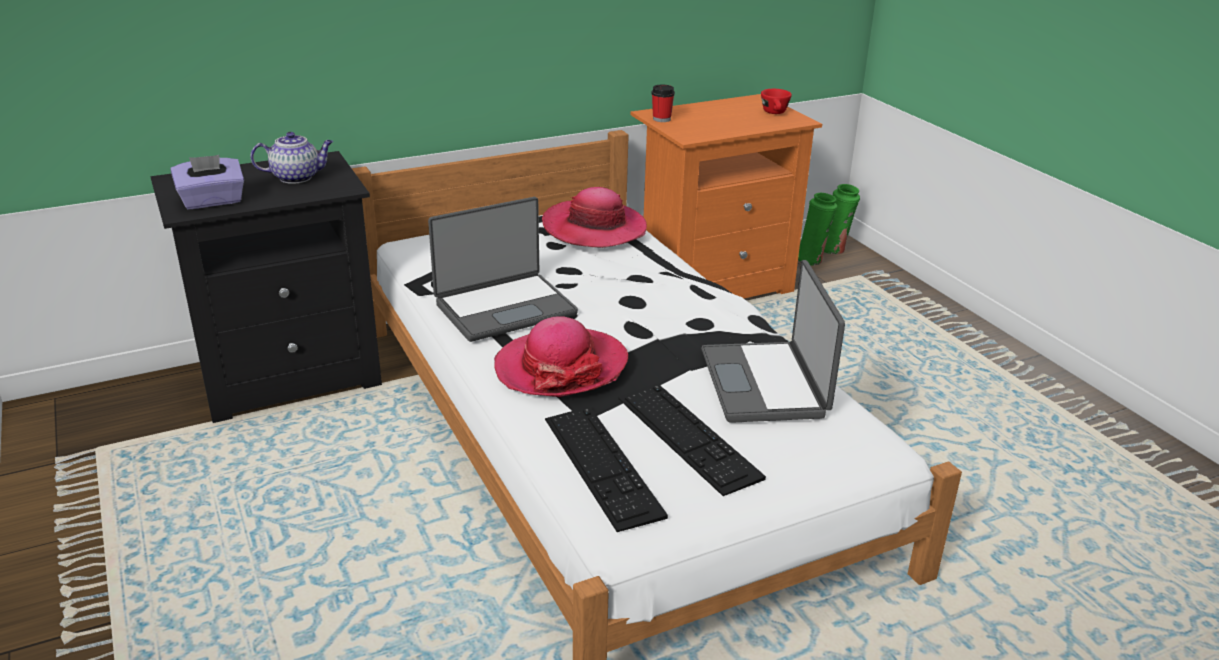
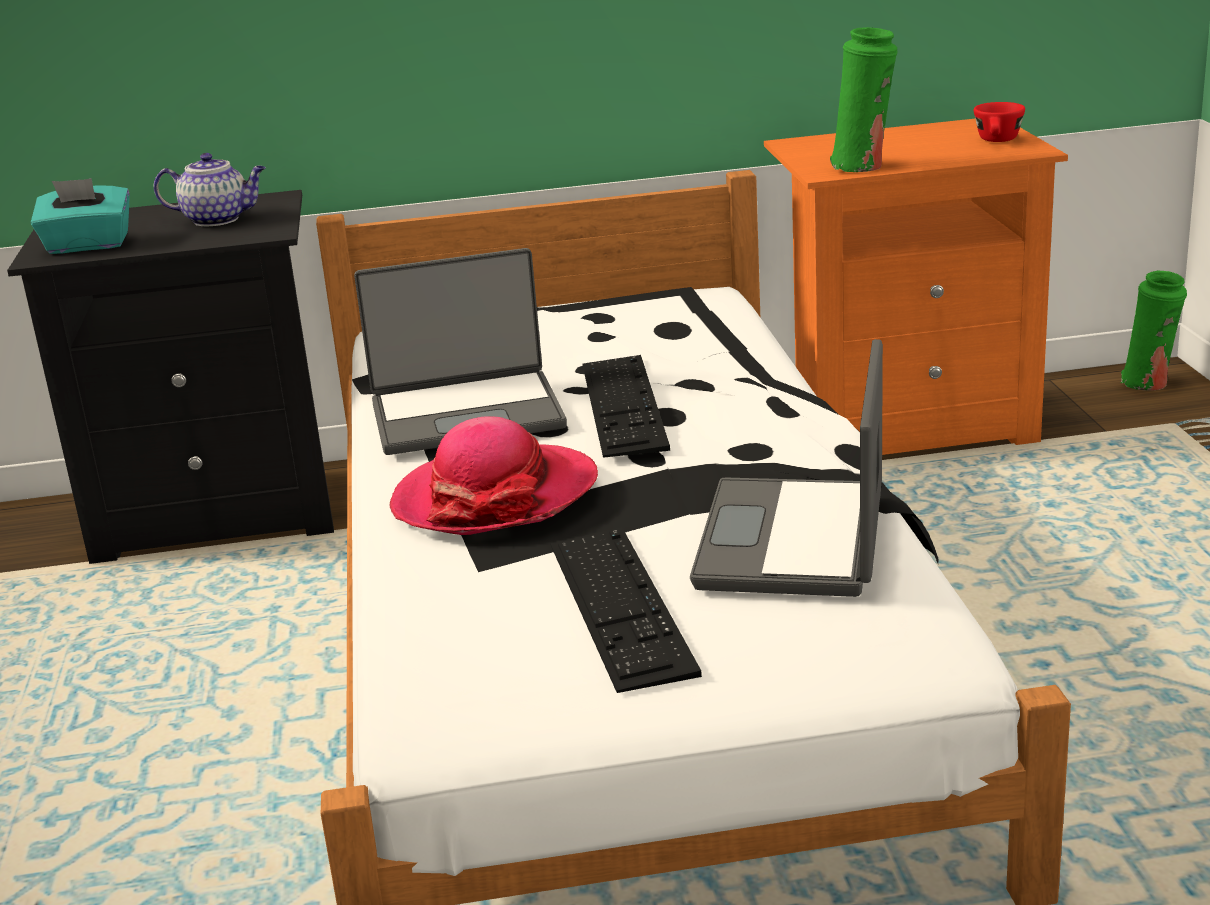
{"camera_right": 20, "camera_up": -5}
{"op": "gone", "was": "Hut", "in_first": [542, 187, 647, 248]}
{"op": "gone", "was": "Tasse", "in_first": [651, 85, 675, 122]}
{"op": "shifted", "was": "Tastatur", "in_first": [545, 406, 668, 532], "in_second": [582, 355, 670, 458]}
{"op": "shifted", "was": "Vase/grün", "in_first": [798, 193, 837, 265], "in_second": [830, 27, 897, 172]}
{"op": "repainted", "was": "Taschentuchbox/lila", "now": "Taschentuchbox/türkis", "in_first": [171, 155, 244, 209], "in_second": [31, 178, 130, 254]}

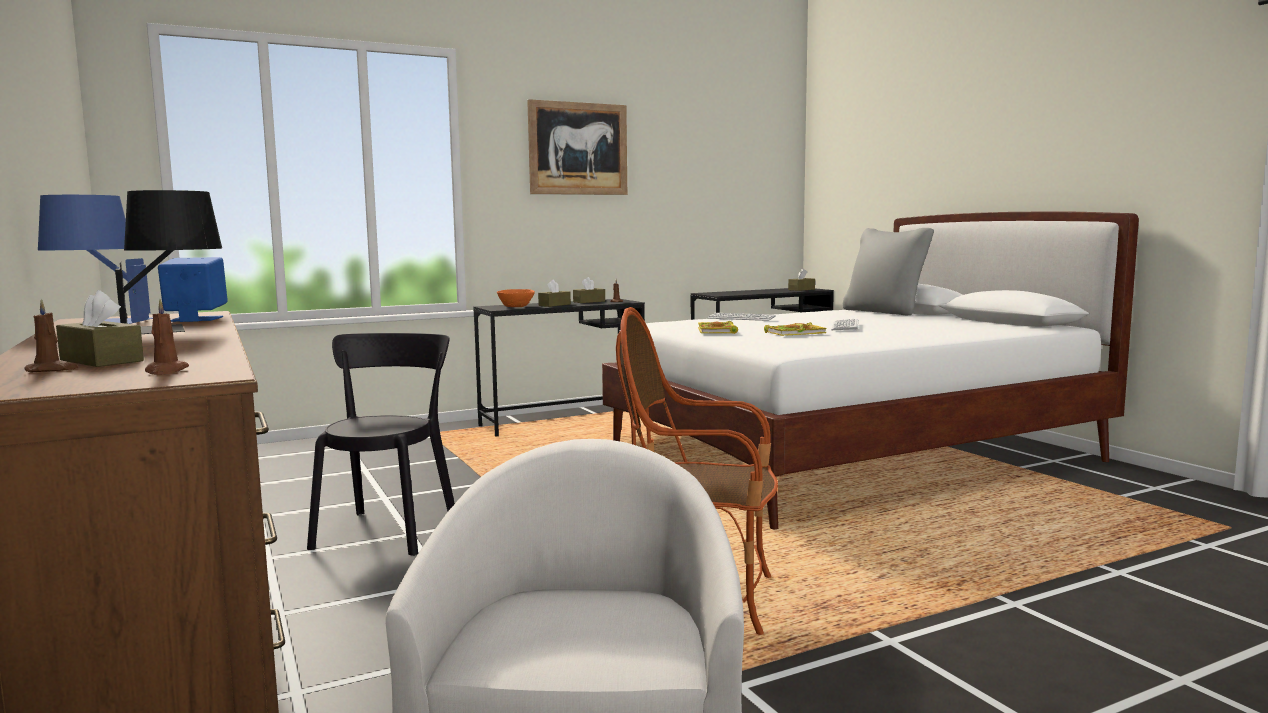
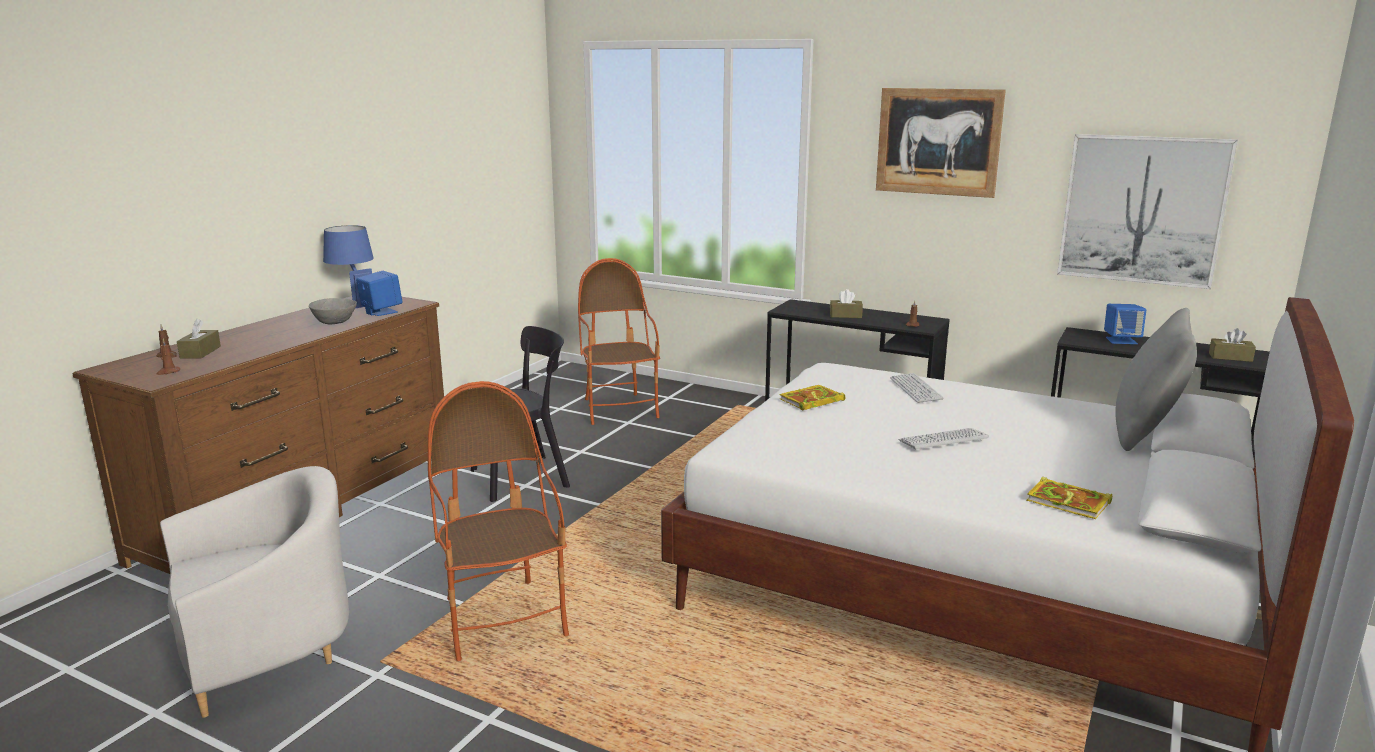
{"camera_right": 55, "camera_up": 10}
{"op": "gone", "was": "Schüssel/orange", "in_first": [497, 289, 535, 307]}
{"op": "gone", "was": "Taschentuchbox/braun", "in_first": [573, 277, 605, 303]}
{"op": "new", "now": "Sessel", "in_second": [578, 258, 660, 425]}
{"op": "new", "now": "Bild", "in_second": [1057, 134, 1238, 289]}
{"op": "new", "now": "Lautsprecher/blau", "in_second": [1104, 304, 1146, 344]}
{"op": "shifted", "was": "Buch", "in_first": [764, 322, 827, 336], "in_second": [1026, 477, 1112, 519]}
{"op": "swapped", "was": "Tischlampe/schwarz", "now": "Schüssel/grau", "in_first": [115, 190, 222, 334], "in_second": [309, 298, 357, 324]}

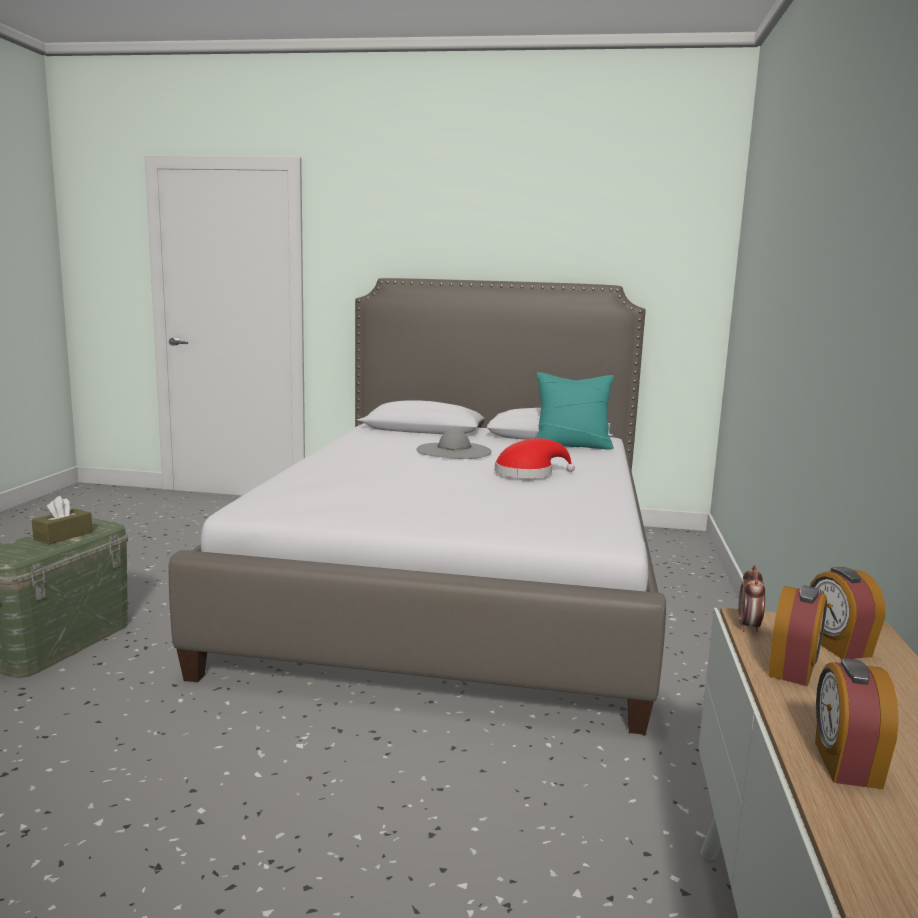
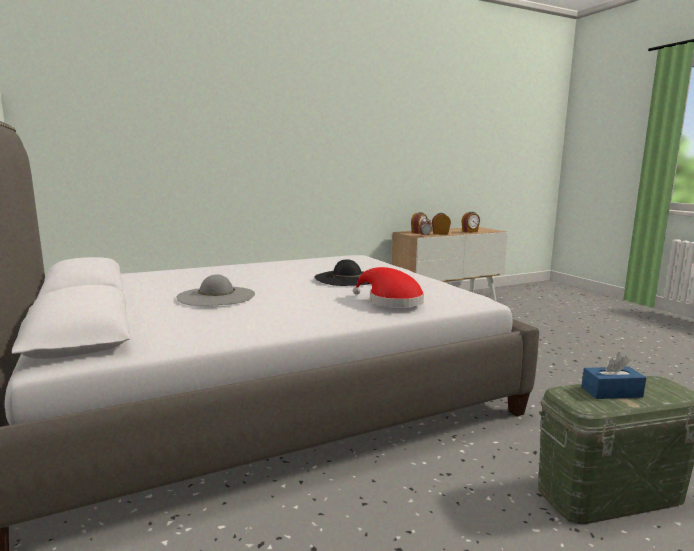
{"camera_right": -125, "camera_up": 0}
{"op": "gone", "was": "Kissen/türkis", "in_first": [535, 372, 614, 450]}
{"op": "new", "now": "Hut/schwarz", "in_second": [315, 259, 370, 286]}
{"op": "shifted", "was": "Hut/rot", "in_first": [495, 438, 575, 478], "in_second": [353, 267, 424, 308]}
{"op": "repainted", "was": "Taschentuchbox/braun", "now": "Taschentuchbox/blau", "in_first": [32, 496, 93, 544], "in_second": [581, 353, 646, 399]}

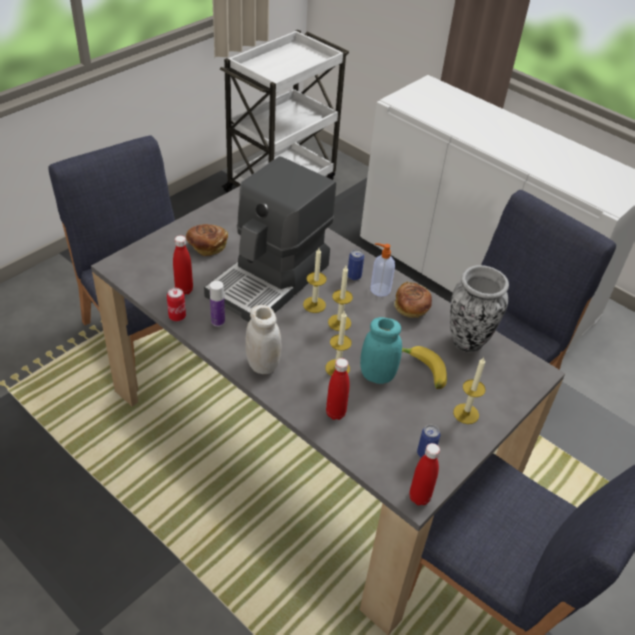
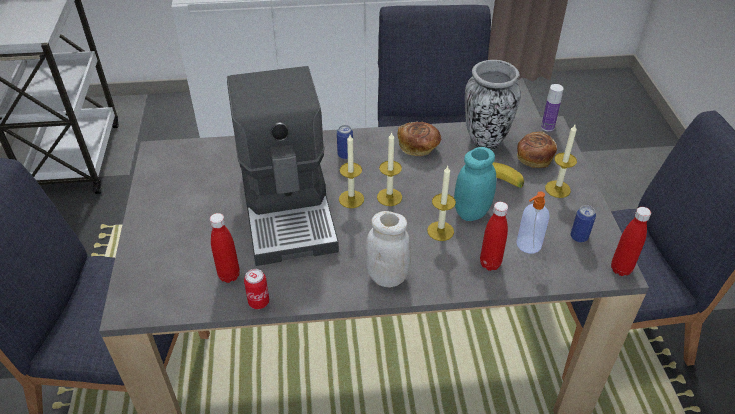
{"camera_right": -45, "camera_up": 0}
{"op": "shifted", "was": "Brot", "in_first": [186, 224, 228, 256], "in_second": [517, 131, 557, 168]}
{"op": "shifted", "was": "Flasche", "in_first": [210, 281, 225, 327], "in_second": [541, 84, 564, 131]}
{"op": "shifted", "was": "Seifenspender", "in_first": [371, 243, 395, 297], "in_second": [517, 191, 549, 253]}

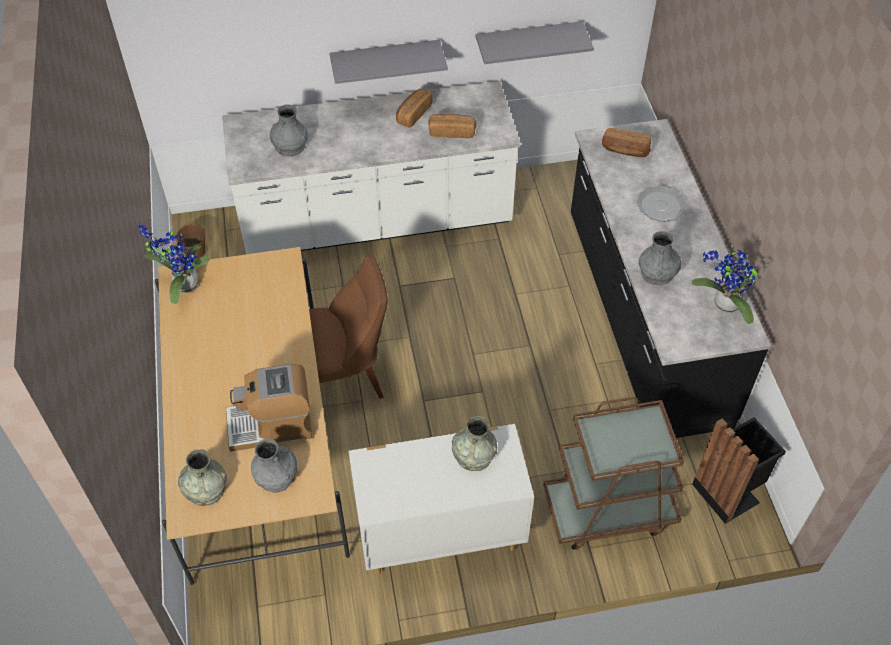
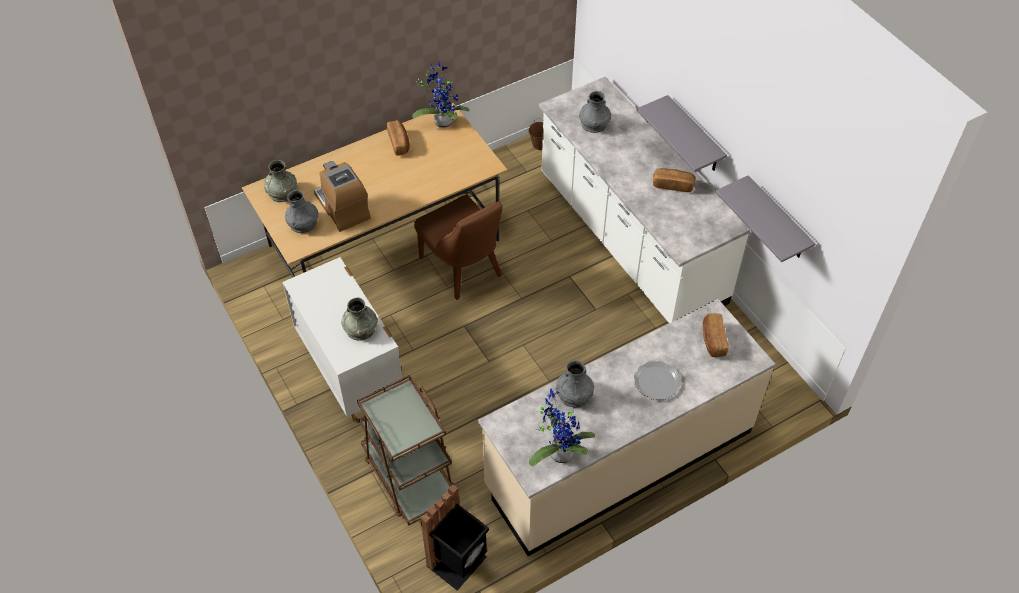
{"camera_right": 70, "camera_up": 0}
{"op": "shifted", "was": "Brot", "in_first": [428, 114, 476, 138], "in_second": [387, 120, 410, 156]}
{"op": "repainted", "was": "Küchenzeile/schwarz", "now": "Küchenzeile/beige", "in_first": [571, 119, 771, 438], "in_second": [478, 299, 776, 556]}

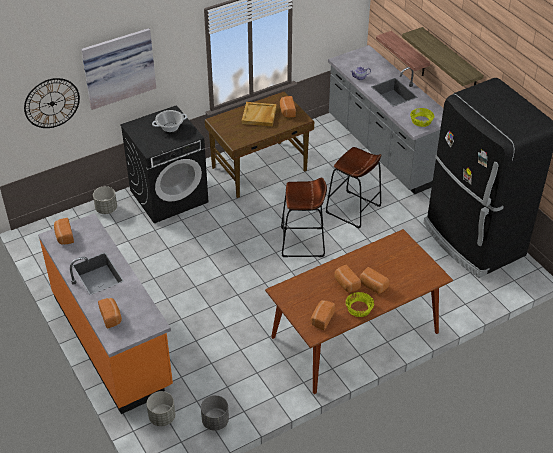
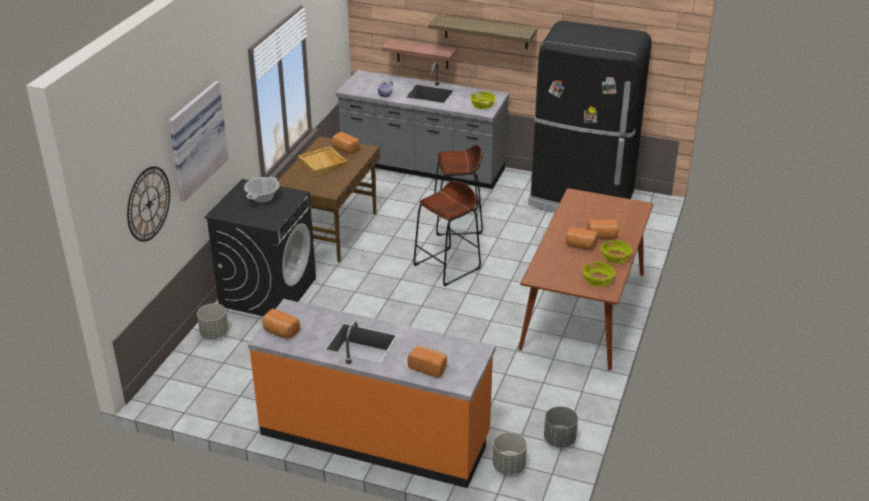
{"camera_right": -40, "camera_up": -10}
{"op": "swapped", "was": "Brot", "now": "Schüssel/gelb", "in_first": [311, 300, 335, 330], "in_second": [583, 262, 615, 287]}

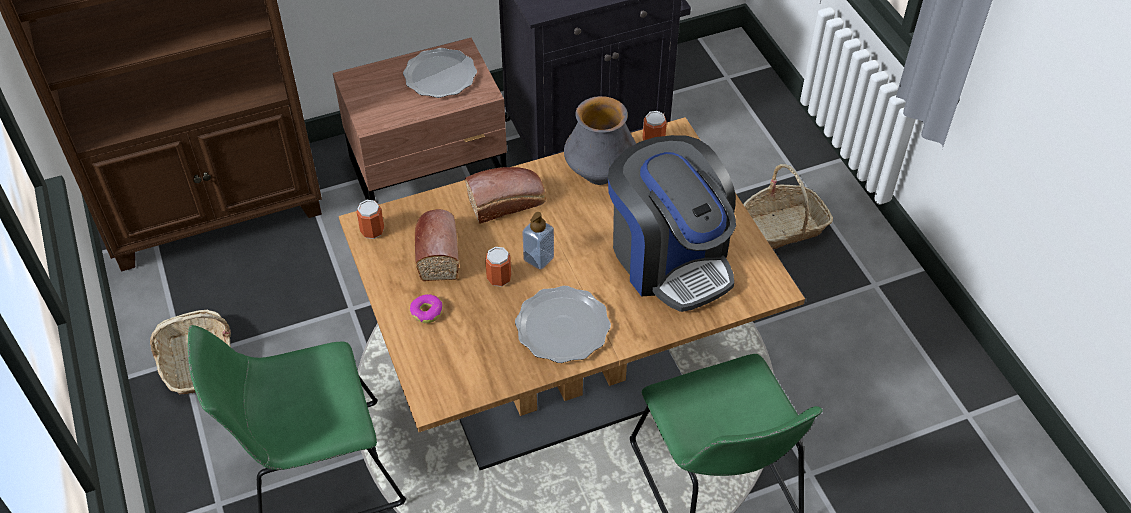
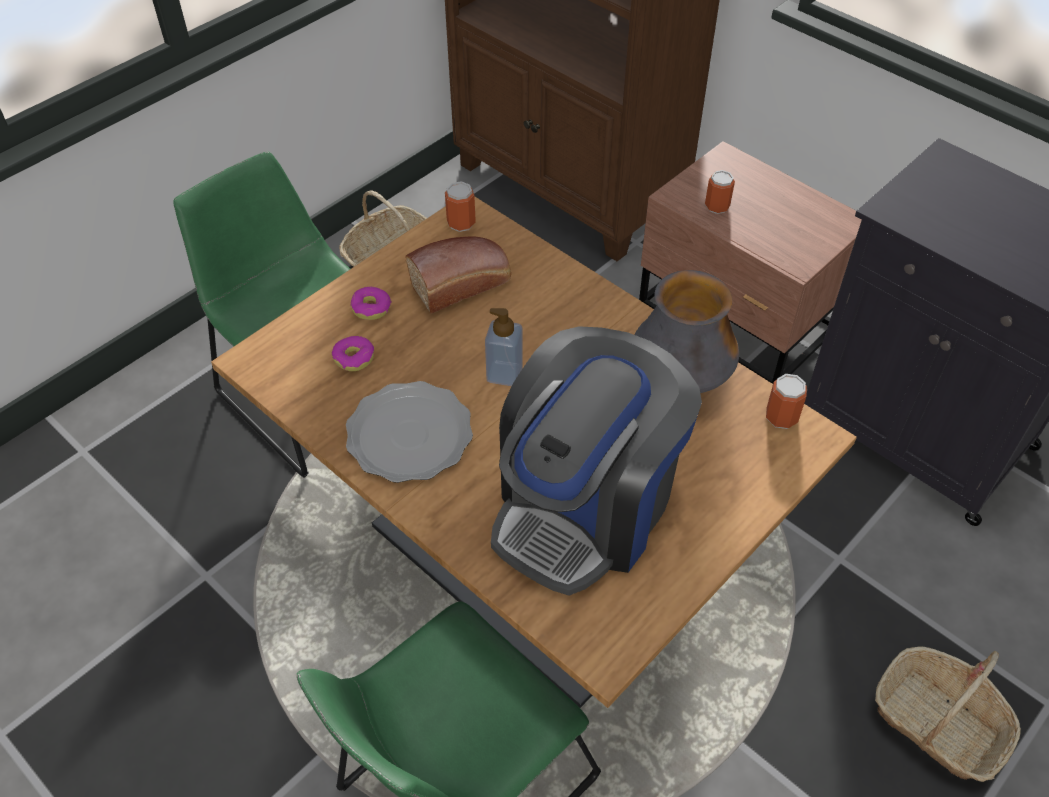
{"camera_right": 65, "camera_up": 0}
{"op": "gone", "was": "Teller", "in_first": [403, 48, 477, 98]}
{"op": "gone", "was": "Brot", "in_first": [465, 167, 546, 224]}
{"op": "new", "now": "Donut", "in_second": [332, 336, 374, 371]}
{"op": "shifted", "was": "Dose", "in_first": [485, 247, 511, 287], "in_second": [705, 170, 735, 214]}

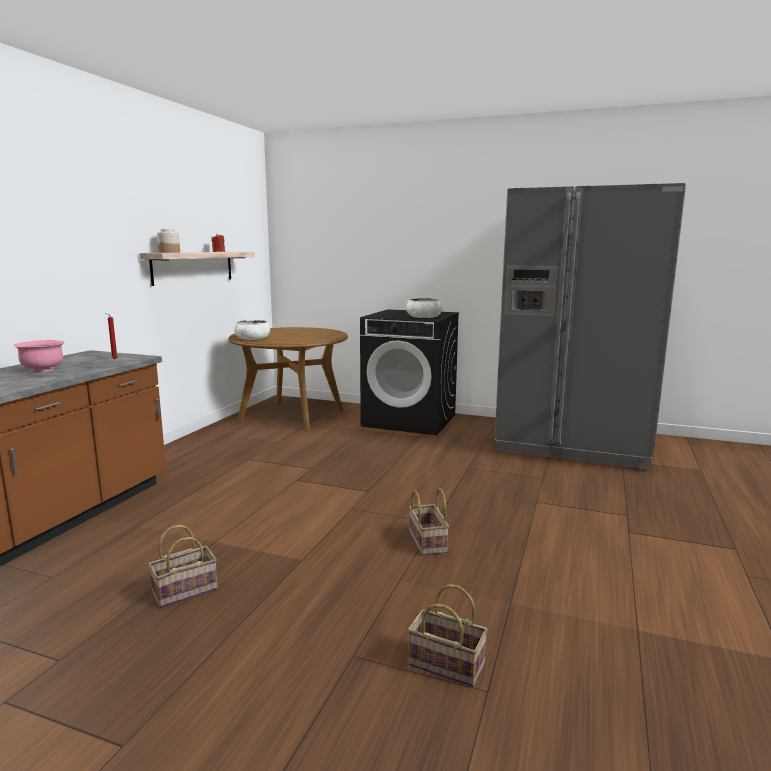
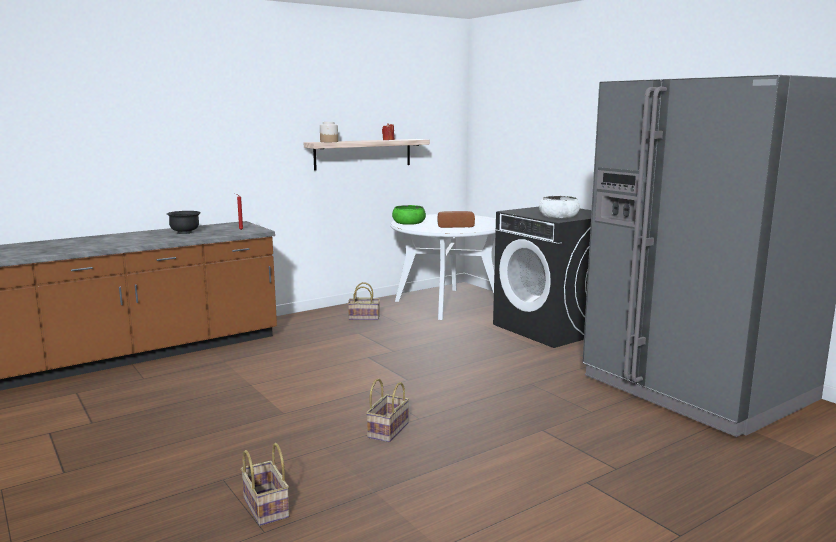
{"camera_right": 35, "camera_up": 0}
{"op": "new", "now": "Brot", "in_second": [437, 211, 475, 228]}
{"op": "shifted", "was": "Korb", "in_first": [148, 525, 218, 608], "in_second": [348, 282, 380, 320]}
{"op": "repainted", "was": "Schüssel/rosa", "now": "Schüssel/schwarz", "in_first": [14, 340, 65, 372], "in_second": [167, 211, 200, 234]}
{"op": "repainted", "was": "Esstisch/braun", "now": "Esstisch/weiß", "in_first": [228, 327, 348, 432], "in_second": [390, 214, 496, 320]}
{"op": "repainted", "was": "Schüssel/weiß", "now": "Schüssel/grün", "in_first": [234, 320, 270, 340], "in_second": [392, 205, 426, 225]}

